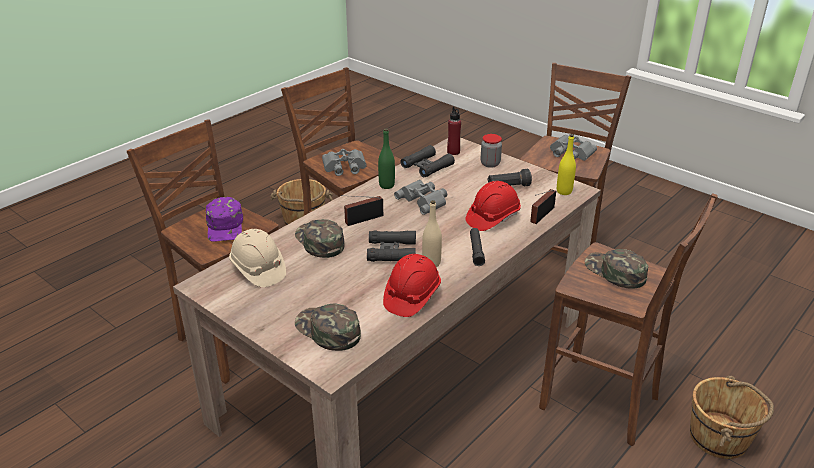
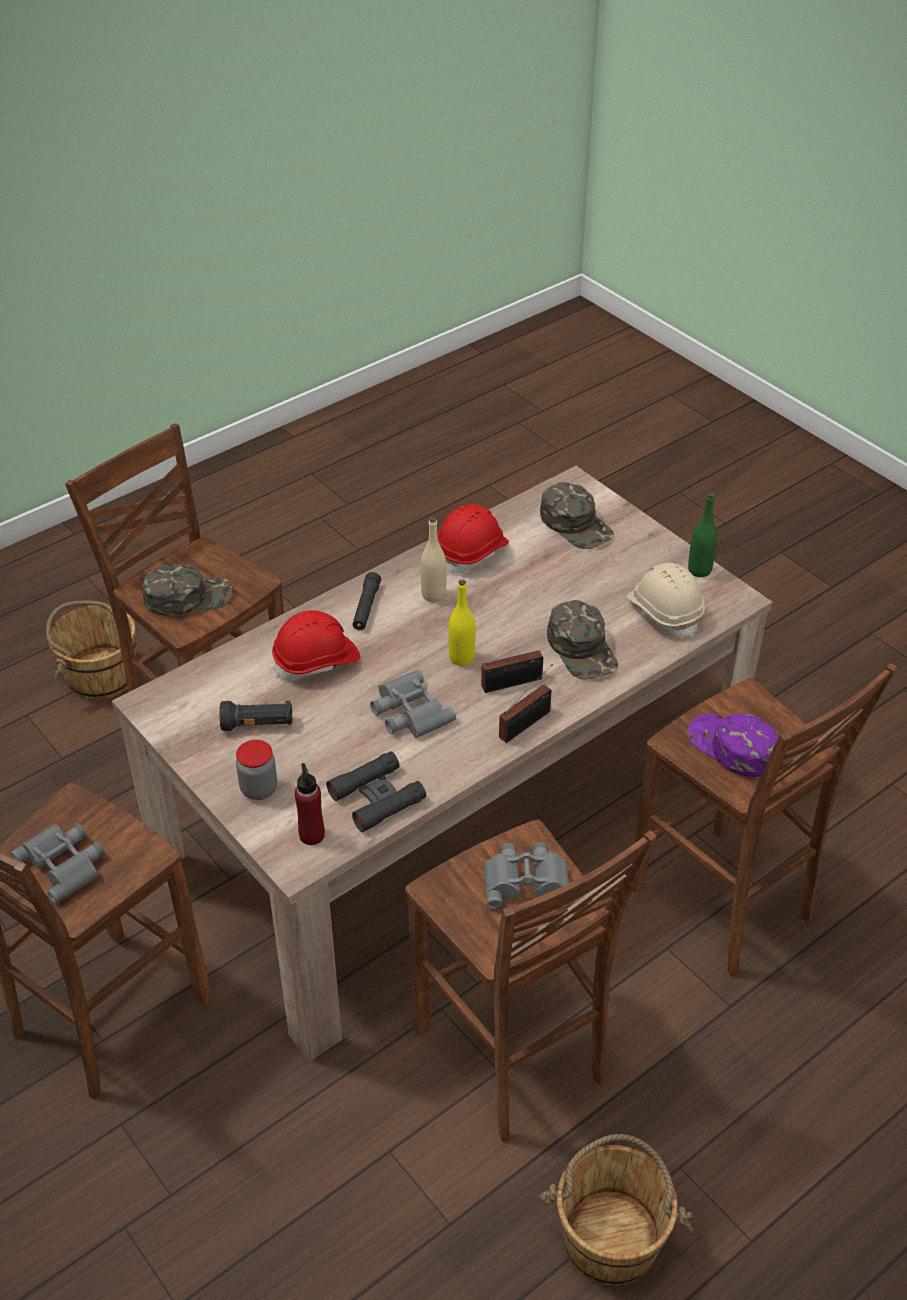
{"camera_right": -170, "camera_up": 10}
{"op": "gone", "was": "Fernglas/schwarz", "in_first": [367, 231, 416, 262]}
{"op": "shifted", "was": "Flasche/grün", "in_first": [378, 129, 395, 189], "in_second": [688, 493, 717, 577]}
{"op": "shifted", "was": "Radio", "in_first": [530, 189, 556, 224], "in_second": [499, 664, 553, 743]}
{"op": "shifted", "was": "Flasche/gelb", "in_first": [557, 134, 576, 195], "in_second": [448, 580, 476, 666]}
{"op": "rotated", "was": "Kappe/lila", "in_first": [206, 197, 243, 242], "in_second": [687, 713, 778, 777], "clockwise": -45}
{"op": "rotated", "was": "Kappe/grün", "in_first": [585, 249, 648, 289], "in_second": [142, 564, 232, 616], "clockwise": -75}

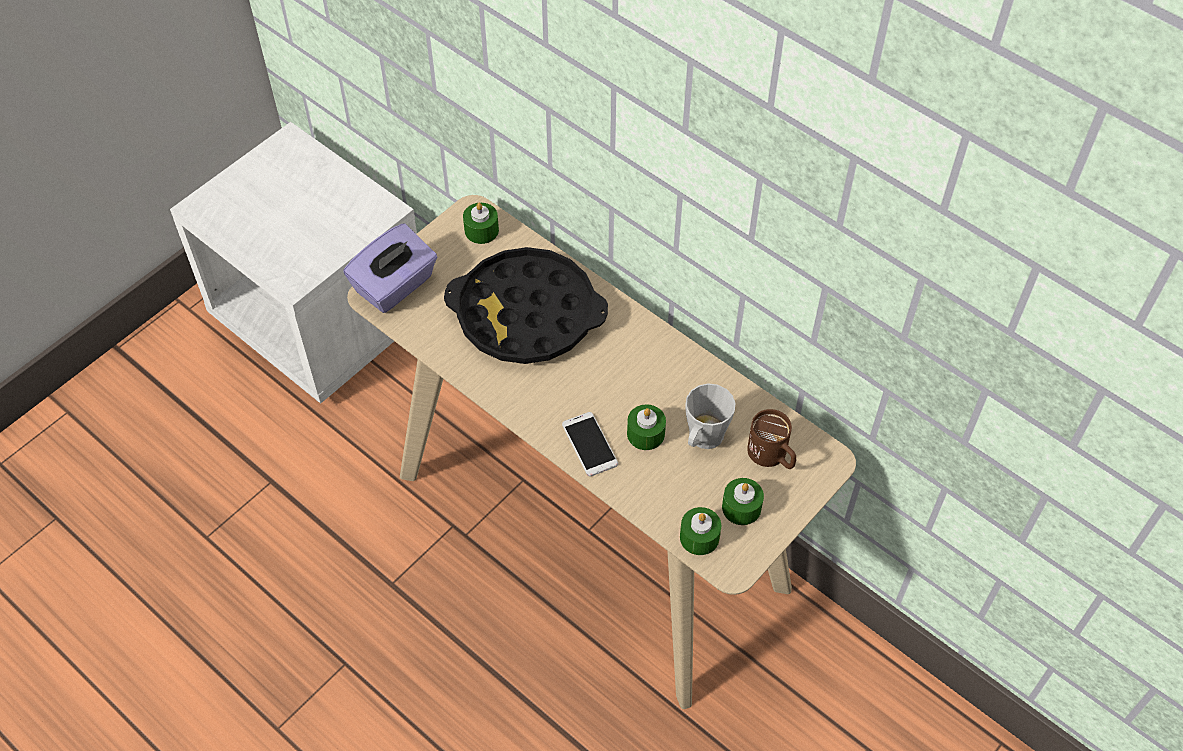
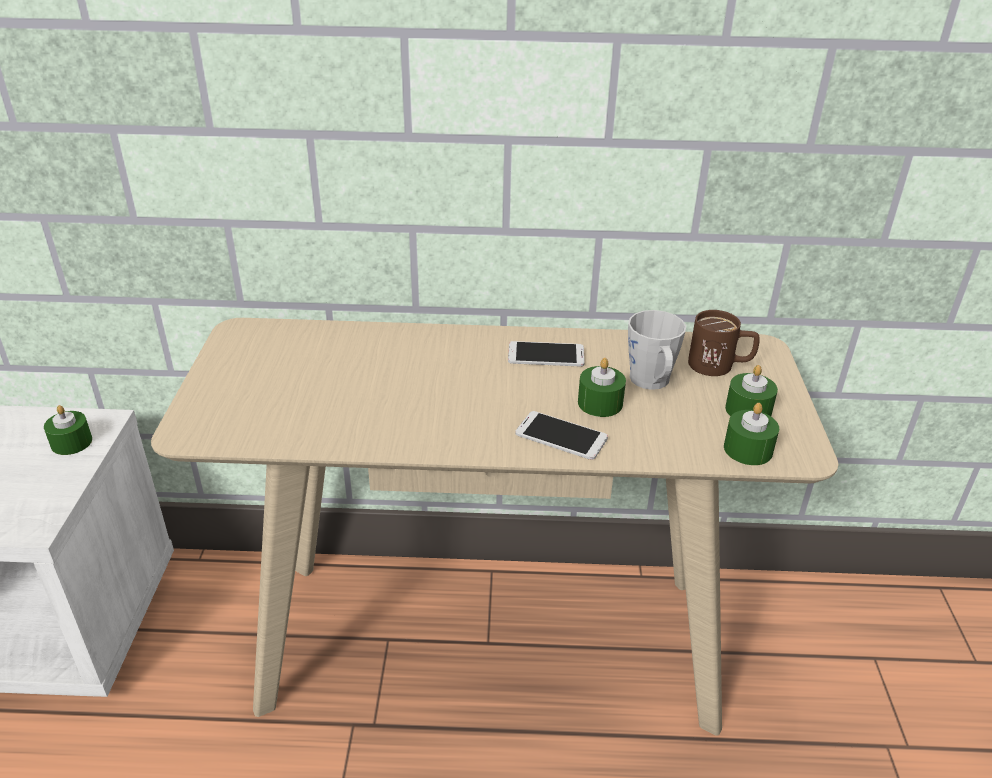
{"camera_right": -40, "camera_up": -20}
{"op": "gone", "was": "Taschentuchbox/lila", "in_first": [343, 224, 438, 313]}
{"op": "gone", "was": "Tablett/schwarz", "in_first": [444, 247, 608, 364]}
{"op": "new", "now": "Handy", "in_second": [508, 341, 585, 367]}
{"op": "shifted", "was": "Kerze/grün", "in_first": [463, 203, 499, 244], "in_second": [44, 405, 92, 455]}

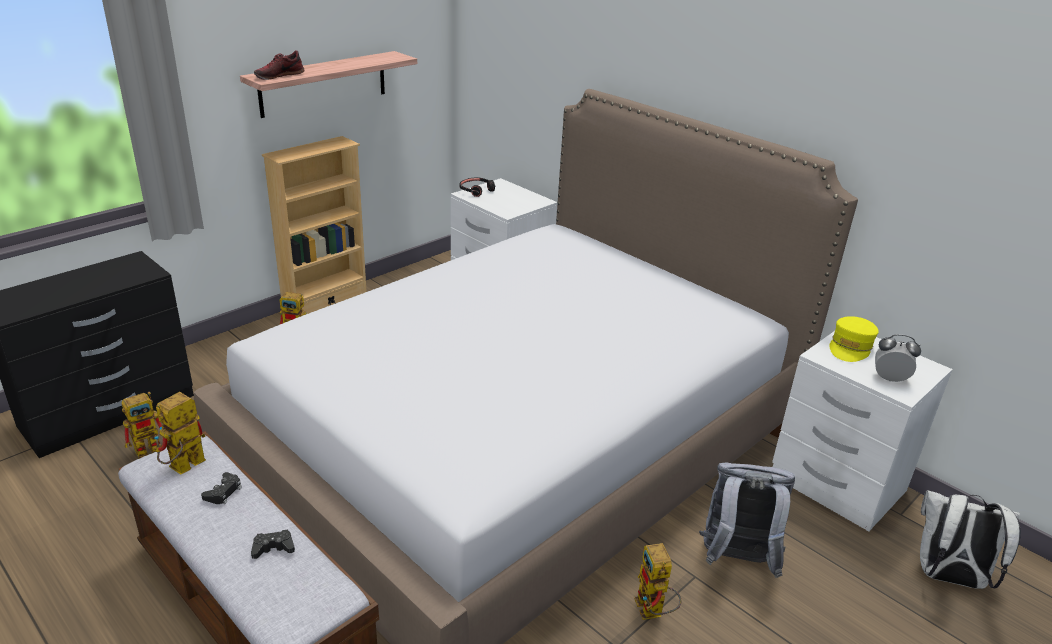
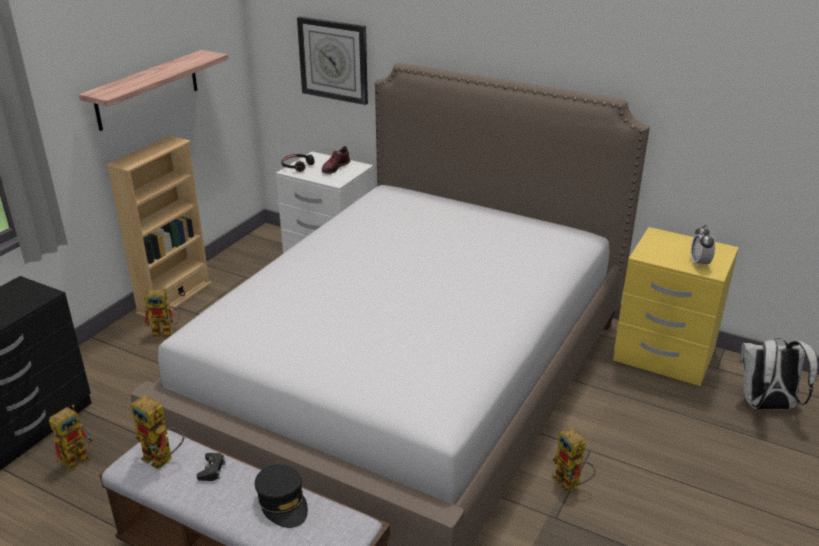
{"camera_right": -15, "camera_up": 0}
{"op": "gone", "was": "Rucksack/grau", "in_first": [699, 462, 795, 578]}
{"op": "gone", "was": "Kappe/gelb", "in_first": [830, 316, 879, 362]}
{"op": "new", "now": "Wanduhr", "in_second": [297, 17, 368, 105]}
{"op": "shifted", "was": "Schuh", "in_first": [254, 50, 304, 80], "in_second": [321, 146, 350, 174]}
{"op": "swapped", "was": "Gamepad/schwarz", "now": "Kappe/schwarz", "in_first": [251, 530, 295, 559], "in_second": [255, 465, 308, 528]}
{"op": "repainted", "was": "Nachttisch/weiß", "now": "Nachttisch/gelb", "in_first": [772, 331, 953, 531], "in_second": [613, 227, 739, 386]}
{"op": "rotated", "was": "Spielzeugroboter", "in_first": [153, 392, 206, 474], "in_second": [130, 394, 184, 470], "clockwise": -75}
{"op": "rotated", "was": "Wecker", "in_first": [875, 334, 921, 382], "in_second": [691, 225, 715, 268], "clockwise": -90}

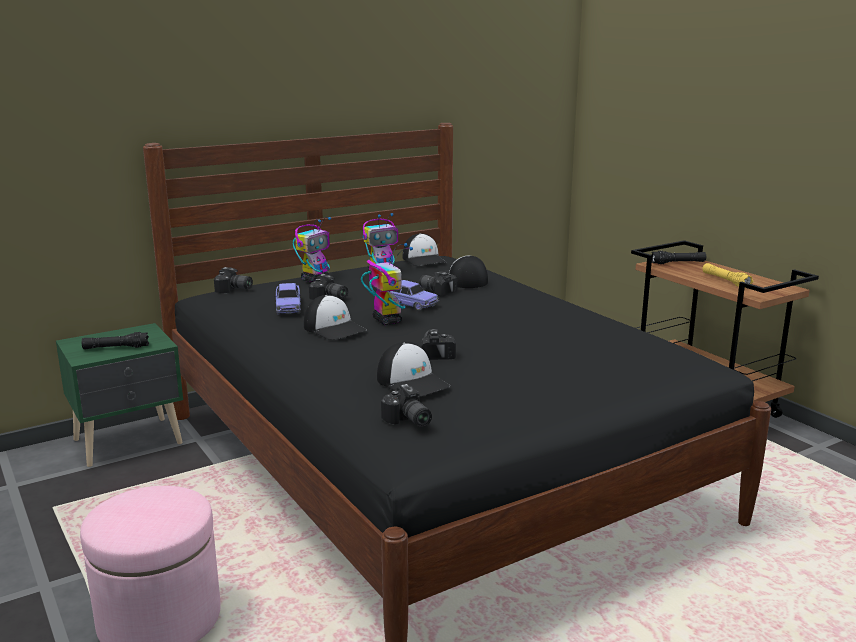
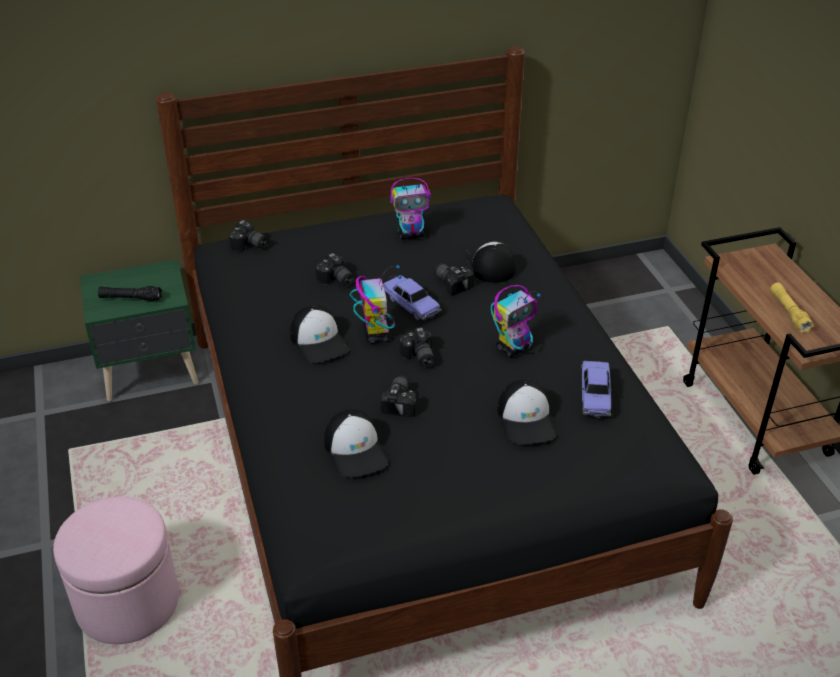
{"camera_right": 15, "camera_up": 20}
{"op": "gone", "was": "Taschenlampe/schwarz", "in_first": [651, 251, 706, 264]}
{"op": "shifted", "was": "Spielzeugauto", "in_first": [275, 283, 301, 315], "in_second": [581, 361, 612, 418]}
{"op": "shifted", "was": "Spielzeugroboter", "in_first": [293, 217, 331, 282], "in_second": [491, 285, 541, 358]}
{"op": "shifted", "was": "Kamera", "in_first": [381, 384, 432, 427], "in_second": [400, 327, 435, 367]}
{"op": "shifted", "was": "Kappe", "in_first": [403, 233, 446, 266], "in_second": [497, 379, 557, 444]}

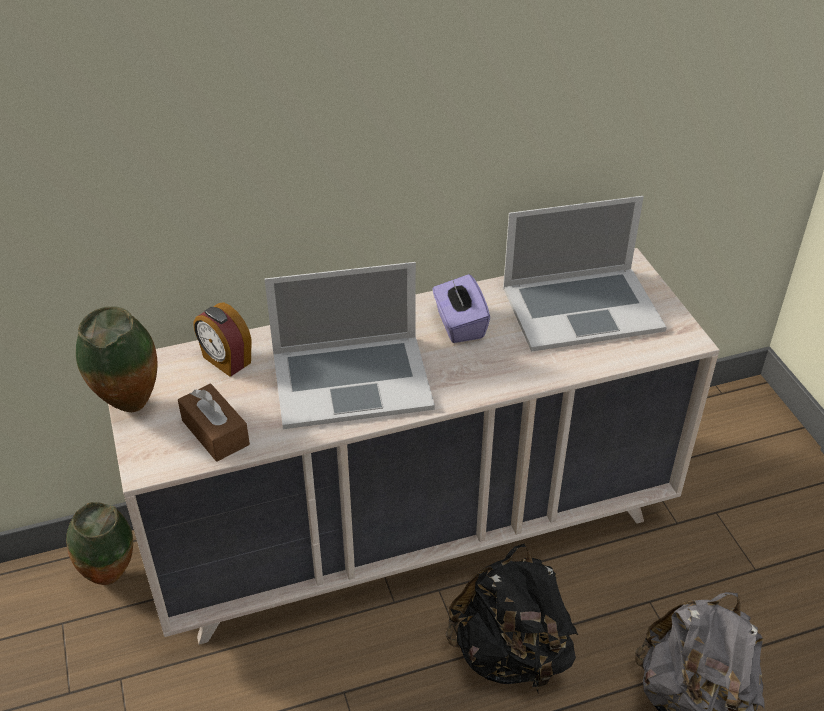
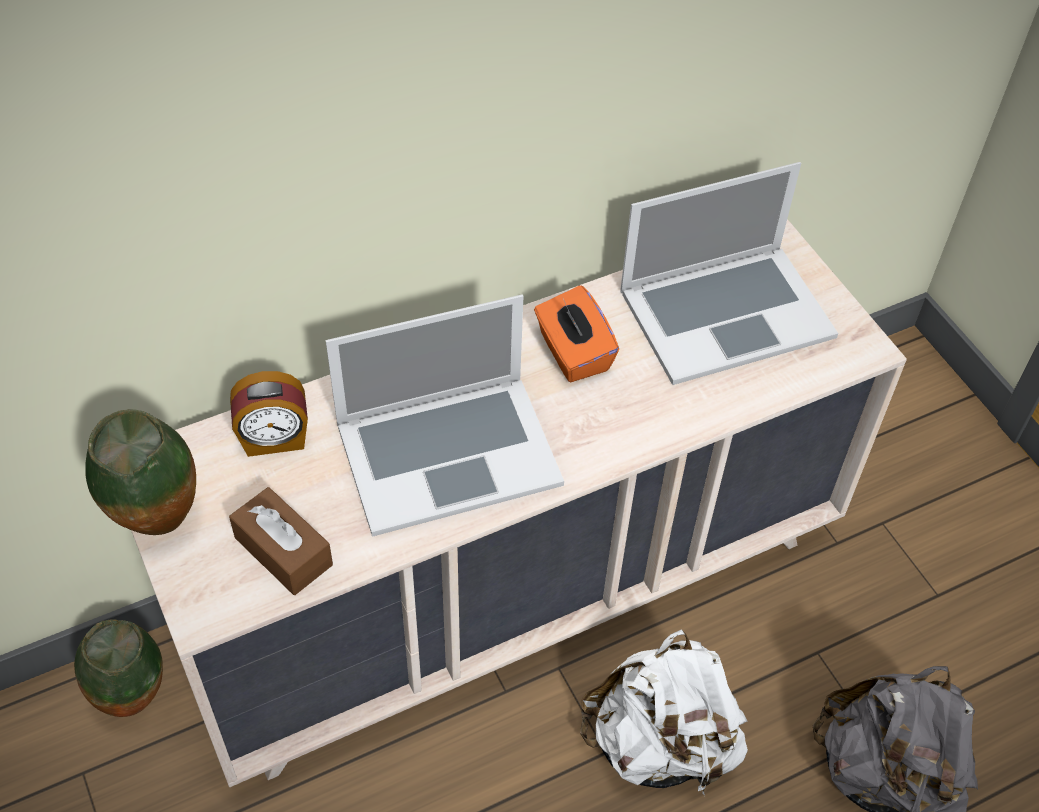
{"camera_right": -10, "camera_up": 10}
{"op": "repainted", "was": "Taschentuchbox/lila", "now": "Taschentuchbox/orange", "in_first": [432, 274, 490, 343], "in_second": [534, 285, 619, 382]}
{"op": "repainted", "was": "Rucksack/schwarz", "now": "Rucksack/weiß", "in_first": [445, 544, 578, 694], "in_second": [580, 629, 748, 796]}
{"op": "rotated", "was": "Wecker", "in_first": [194, 302, 252, 377], "in_second": [230, 371, 308, 457], "clockwise": -45}

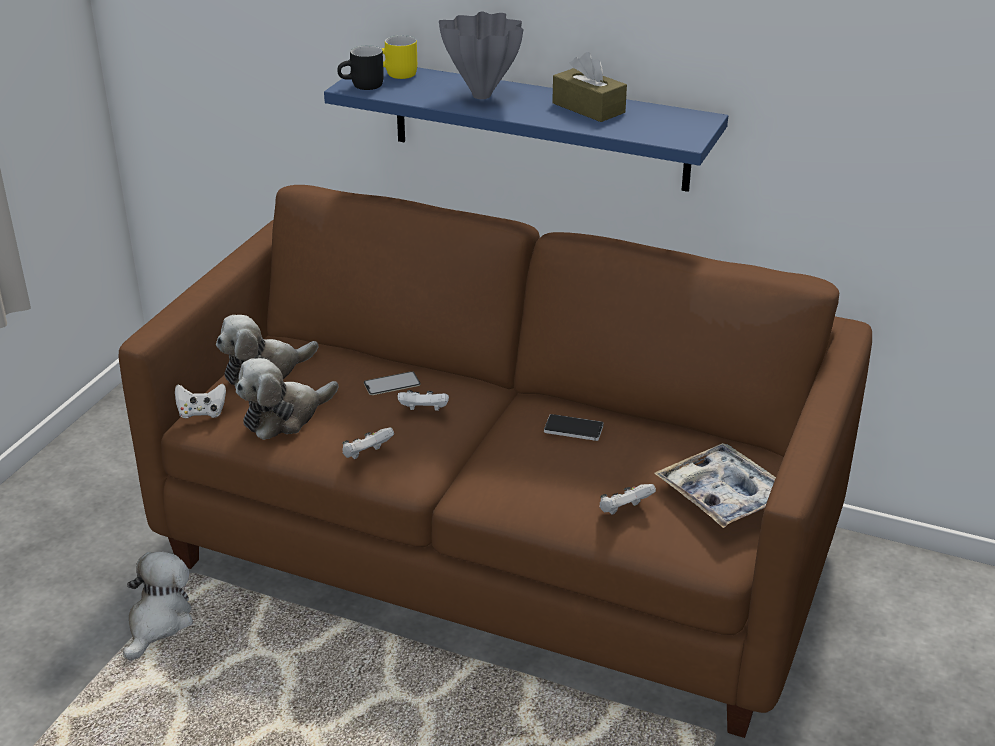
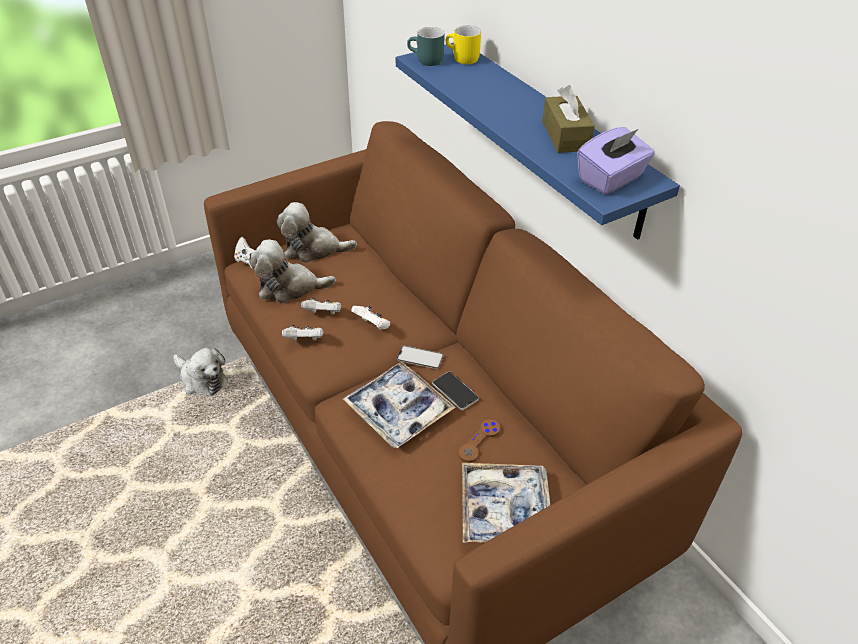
{"camera_right": 35, "camera_up": 10}
{"op": "gone", "was": "Vase/grau", "in_first": [439, 11, 524, 99]}
{"op": "new", "now": "Tablett", "in_second": [343, 362, 456, 448]}
{"op": "new", "now": "Gamepad/braun", "in_second": [458, 420, 500, 462]}
{"op": "new", "now": "Taschentuchbox/lila", "in_second": [577, 127, 655, 195]}
{"op": "shifted", "was": "Handy", "in_first": [364, 371, 420, 395], "in_second": [397, 345, 444, 369]}
{"op": "shifted", "was": "Gamepad/weiß", "in_first": [599, 484, 656, 515], "in_second": [301, 298, 341, 315]}
{"op": "repainted", "was": "Henkelbecher/schwarz", "now": "Henkelbecher/türkis", "in_first": [337, 45, 384, 90], "in_second": [407, 27, 445, 66]}
{"op": "rotated", "was": "Plüschtier", "in_first": [123, 552, 193, 661], "in_second": [173, 347, 228, 396], "clockwise": 75}

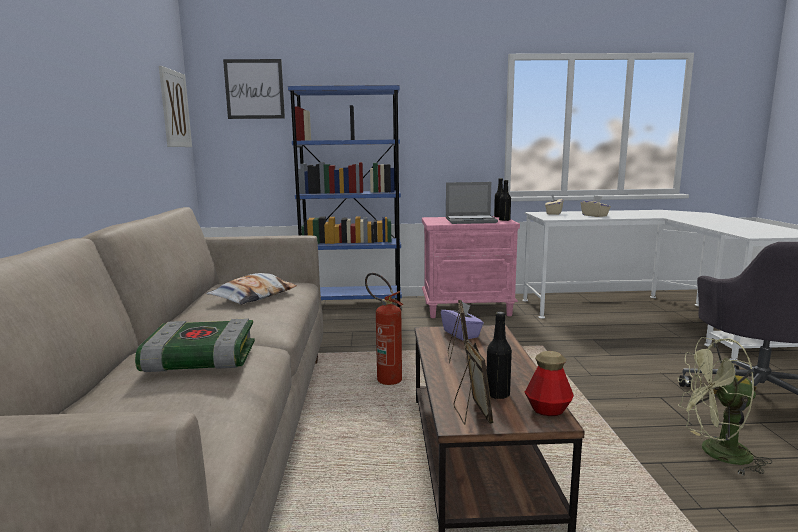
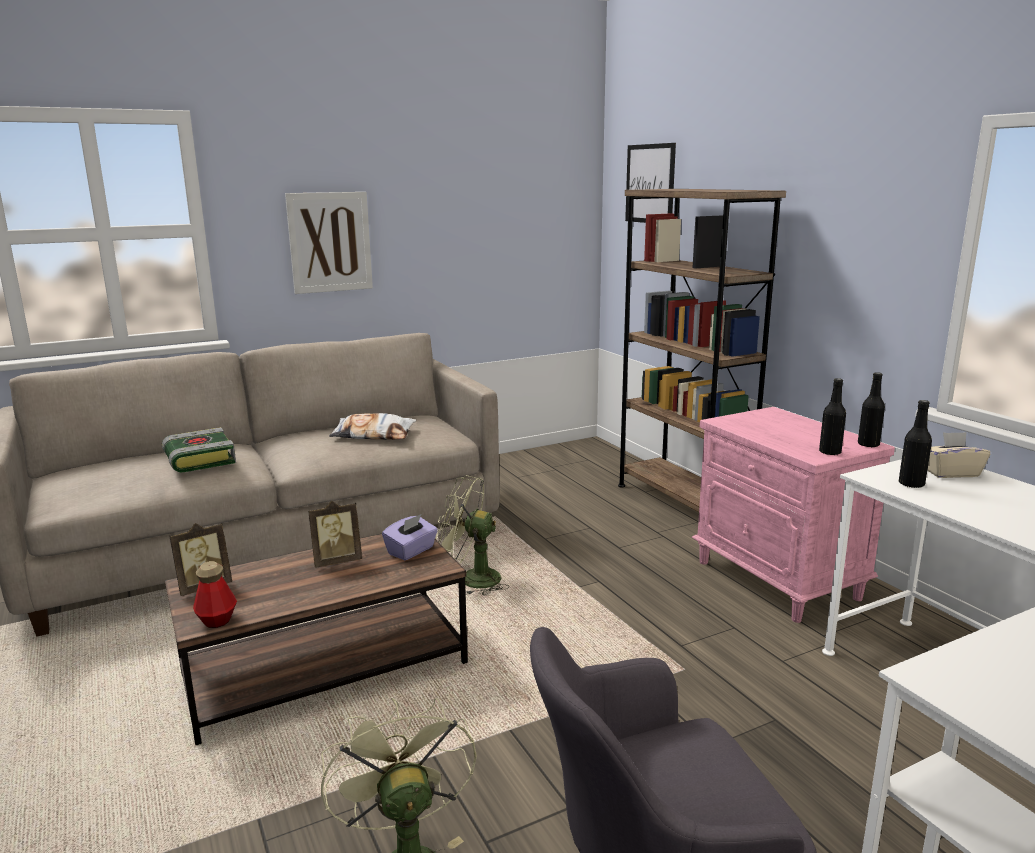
{"camera_right": 65, "camera_up": 5}
{"op": "gone", "was": "Laptop", "in_first": [446, 182, 498, 224]}
{"op": "gone", "was": "Taschentuchbox/beige", "in_first": [581, 195, 611, 217]}
{"op": "shifted", "was": "Bild", "in_first": [159, 66, 192, 147], "in_second": [285, 192, 373, 294]}
{"op": "shifted", "was": "Flasche/schwarz", "in_first": [487, 312, 512, 399], "in_second": [899, 400, 932, 488]}
{"op": "swapped", "was": "Feuerlöscher", "now": "Ventilator/grün", "in_first": [365, 273, 403, 385], "in_second": [436, 475, 509, 596]}
{"op": "repainted", "was": "Bücherregal/blau", "now": "Bücherregal/braun", "in_first": [288, 85, 402, 310], "in_second": [618, 189, 786, 512]}

